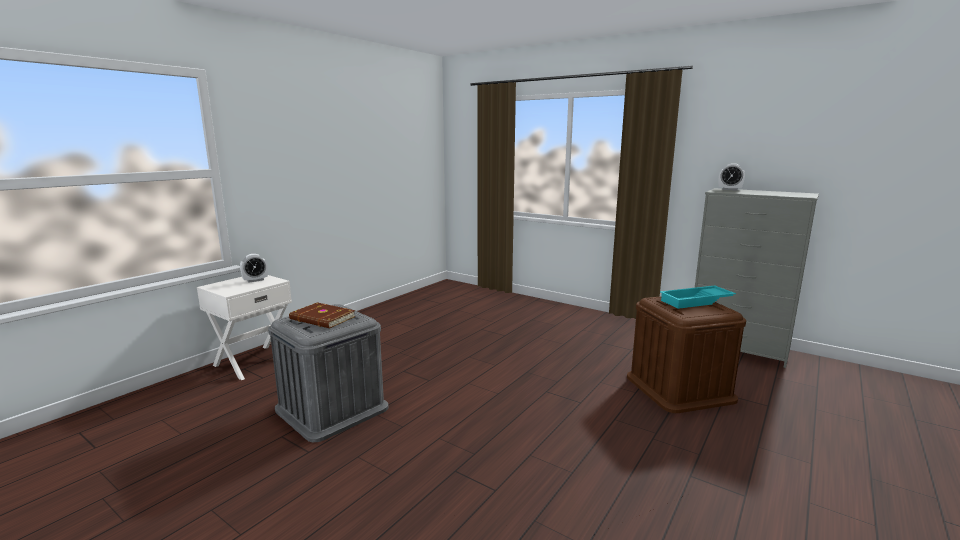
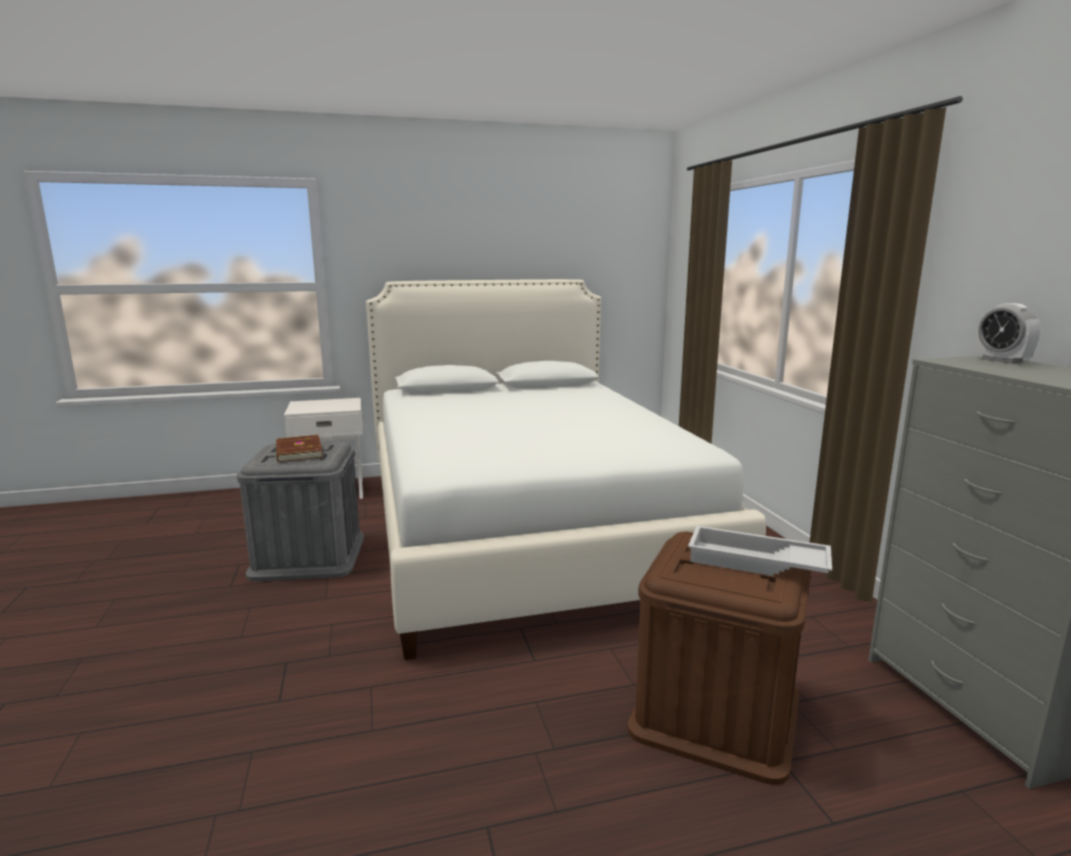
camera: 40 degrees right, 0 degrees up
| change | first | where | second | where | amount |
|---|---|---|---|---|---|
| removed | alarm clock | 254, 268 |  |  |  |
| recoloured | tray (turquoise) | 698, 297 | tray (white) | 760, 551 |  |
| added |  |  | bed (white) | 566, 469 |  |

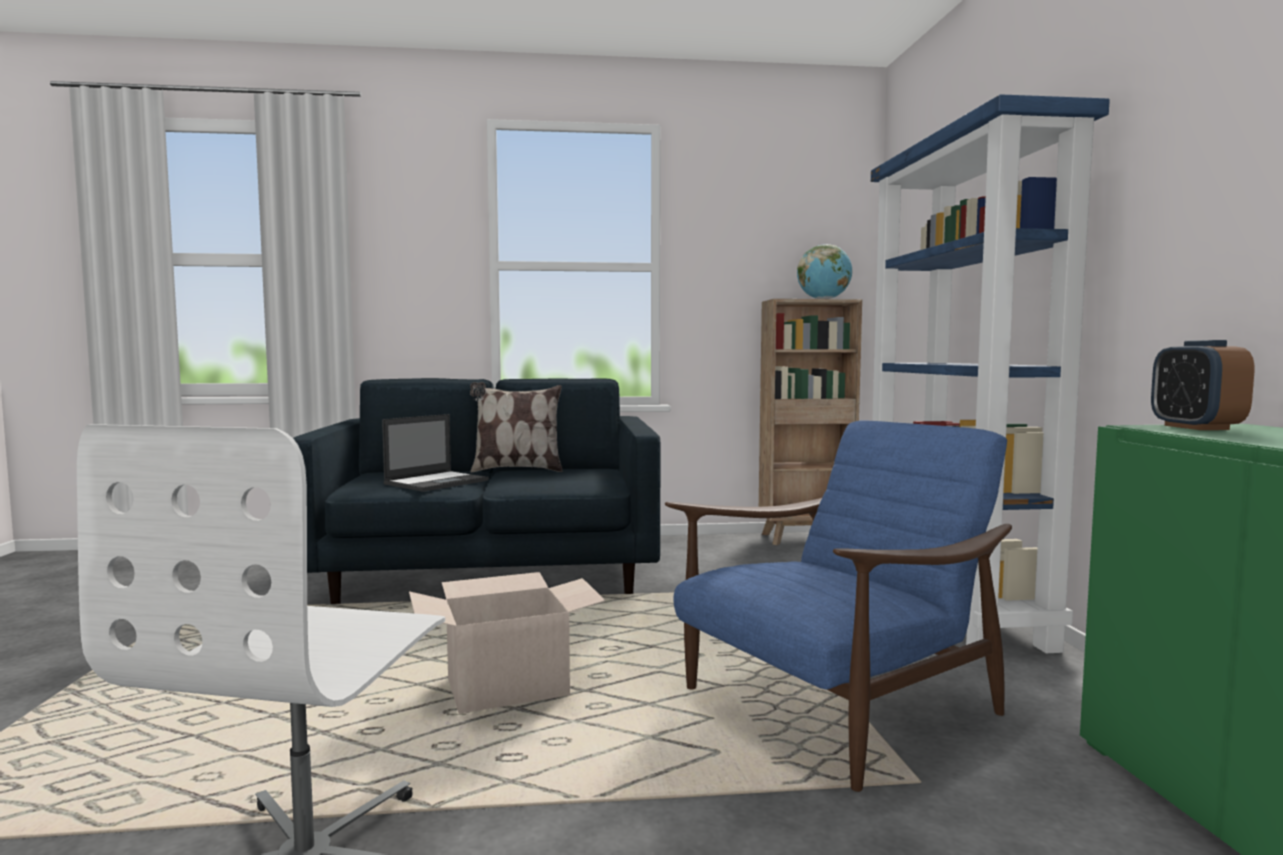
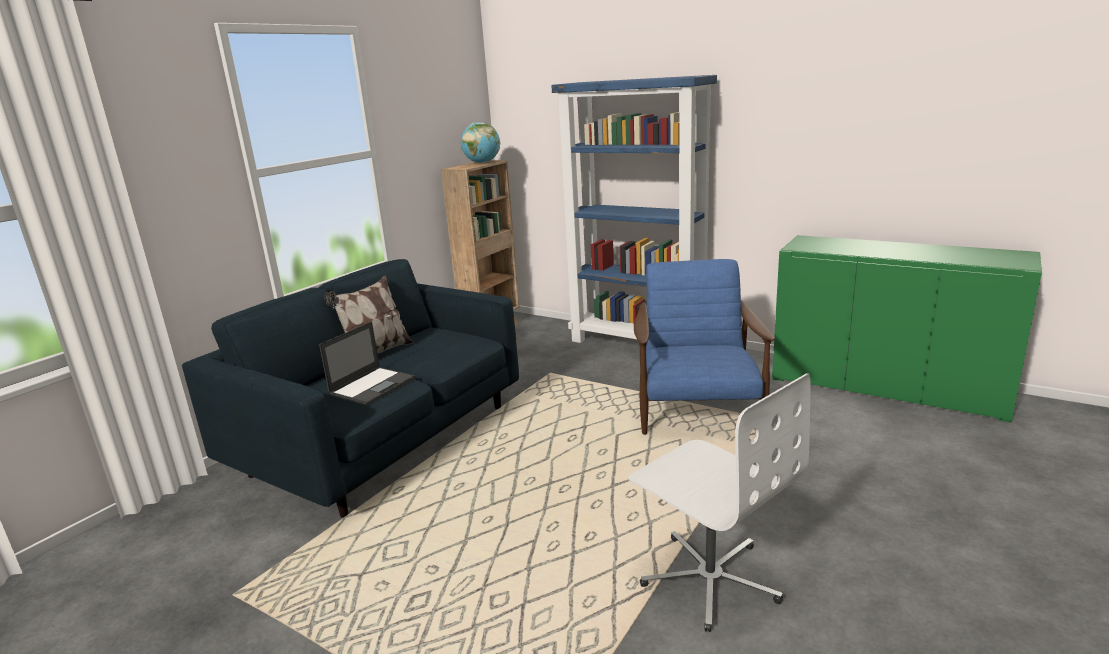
camera: 50 degrees left, 15 degrees up
| change | first | where | second | where | amount |
|---|---|---|---|---|---|
| removed | alarm clock | 1202, 385 |  |  |  |
| turned | laptop | 435, 453 |  | 367, 363 | 45 degrees clockwise |
| removed | cardboard box | 507, 643 |  |  |  |

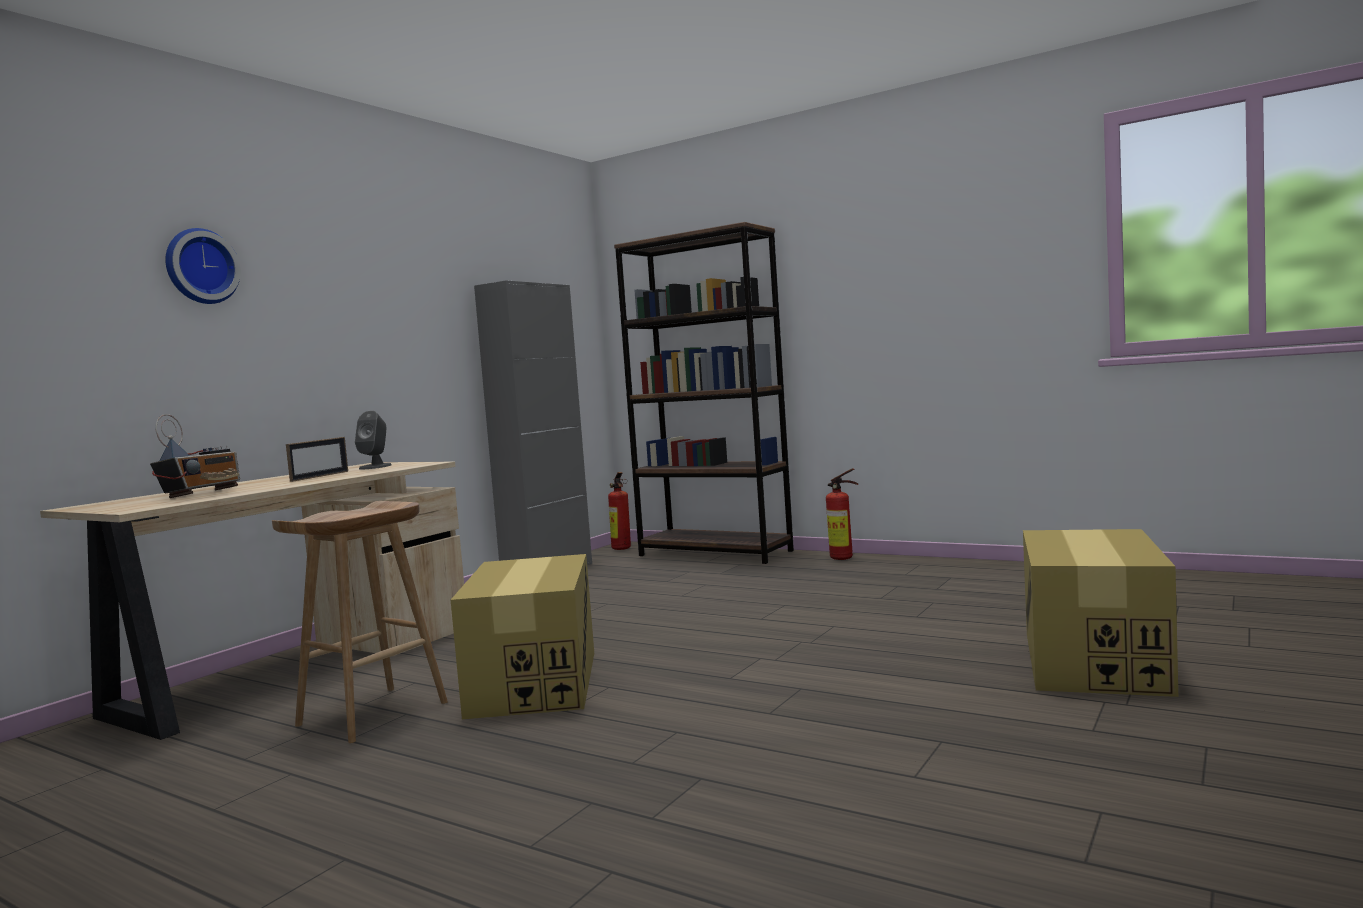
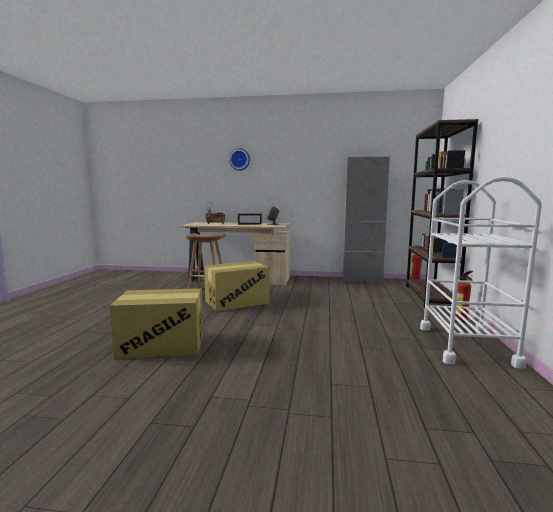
camera: 65 degrees right, 5 degrees up
| change | first | where | second | where | amount |
|---|---|---|---|---|---|
| moved | cardboard box | 1100, 613 |  | 156, 323 |  |
| added |  |  | cart (white) | 481, 272 |  |

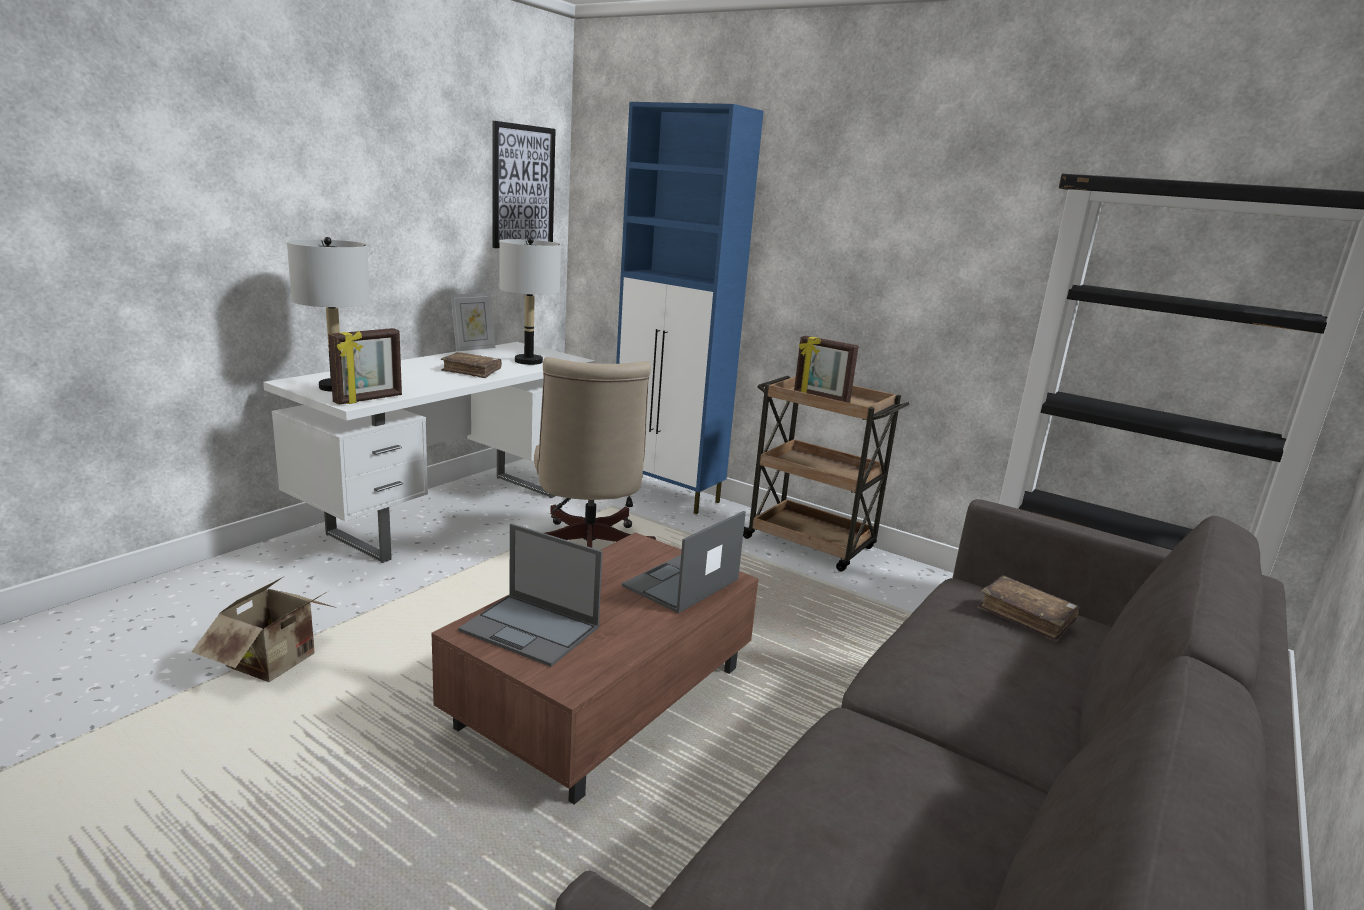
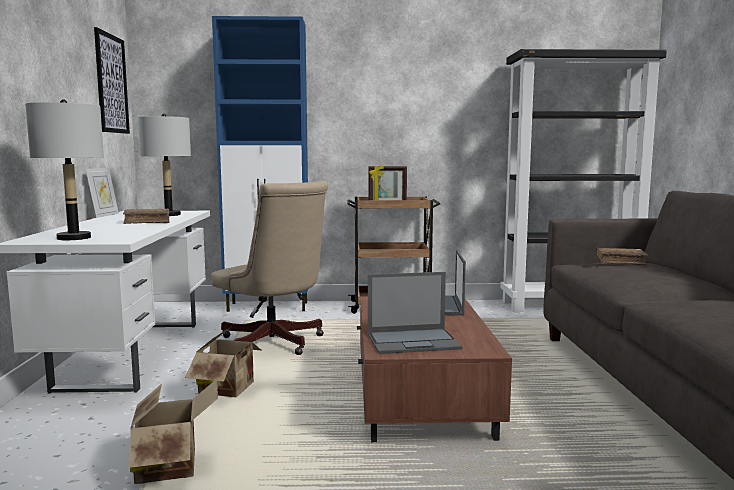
camera: 35 degrees left, 10 degrees down
| change | first | where | second | where | amount |
|---|---|---|---|---|---|
| removed | picture frame | 365, 366 |  |  |  |
| added |  |  | cardboard box | 225, 361 |  |

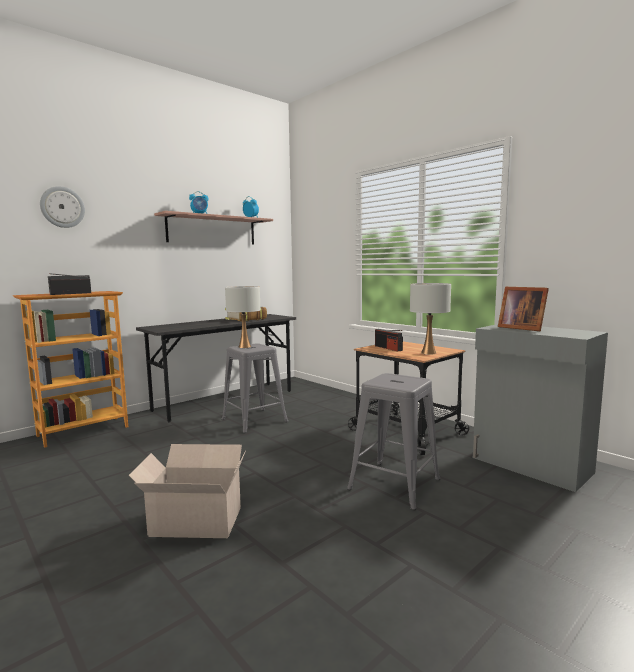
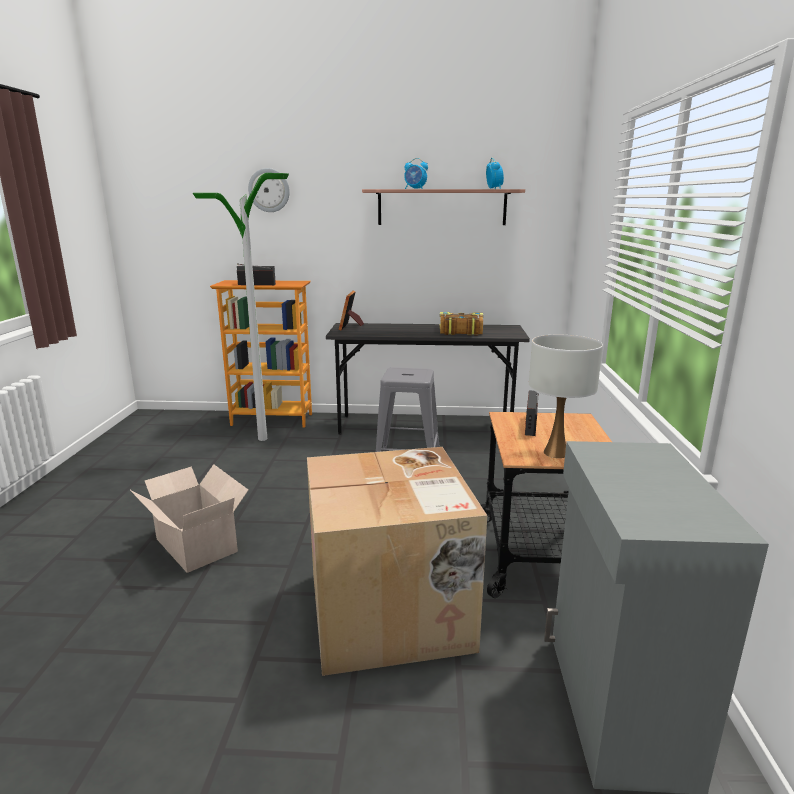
camera: 45 degrees right, 10 degrees up
| change | first | where | second | where | amount |
|---|---|---|---|---|---|
| removed | table lamp (white) | 242, 317 |  |  |  |
| moved | picture frame | 523, 309 |  | 351, 310 |  |
| replaced | stool (grey) | 393, 442 | cardboard box | 397, 561 |  |
| added |  |  | floor lamp | 241, 307 |  |

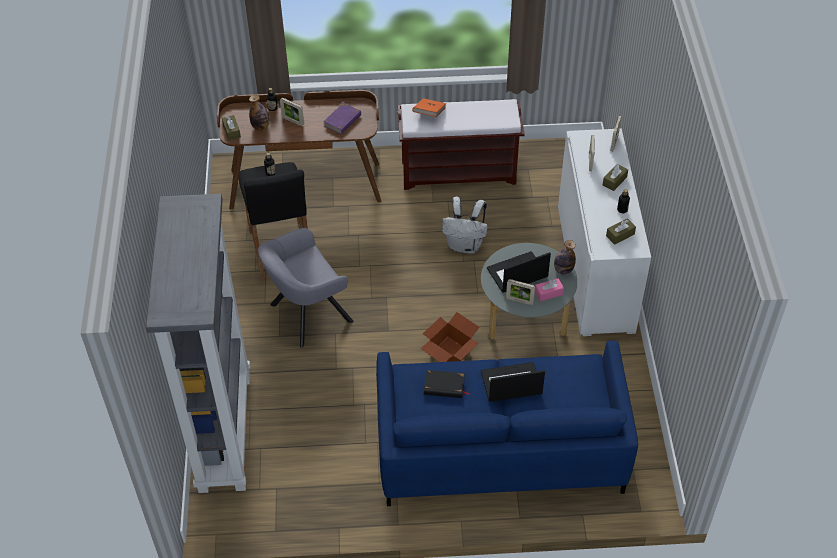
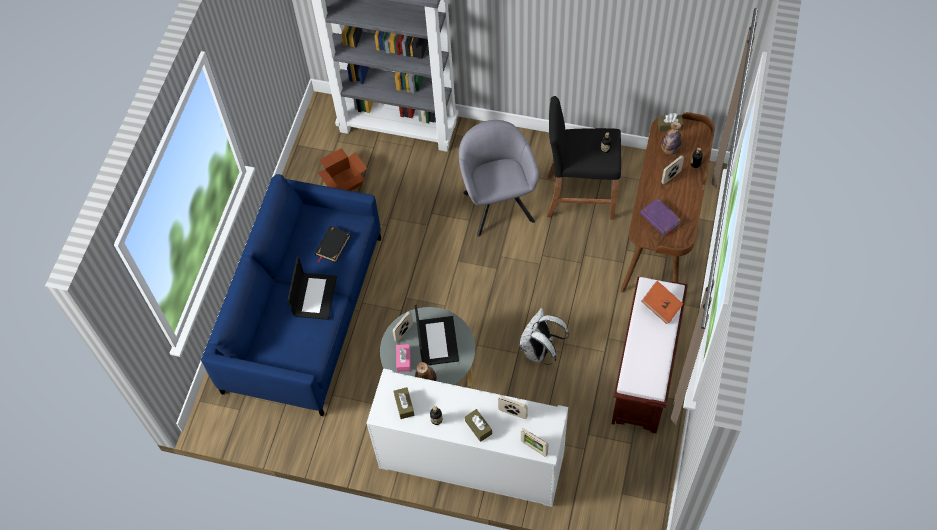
camera: 110 degrees right, 10 degrees up
| change | first | where | second | where | amount |
|---|---|---|---|---|---|
| moved | cardboard box | 450, 337 |  | 342, 169 |  |

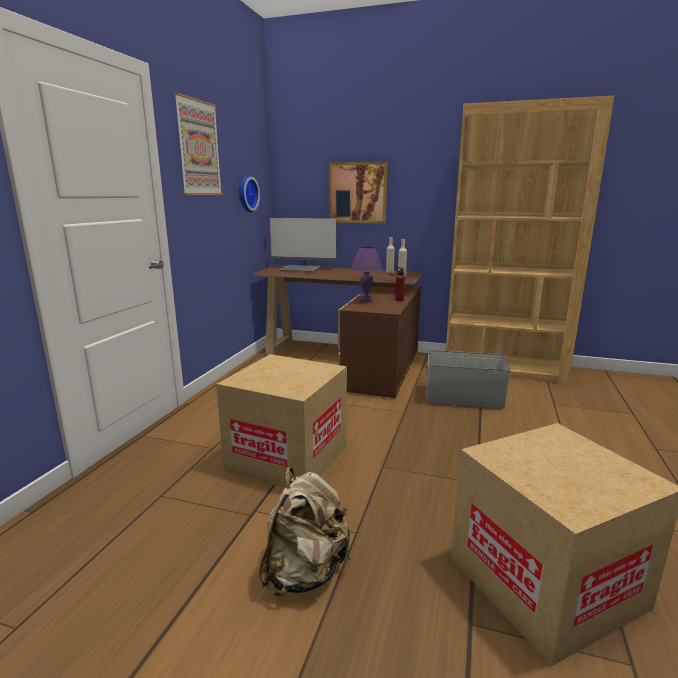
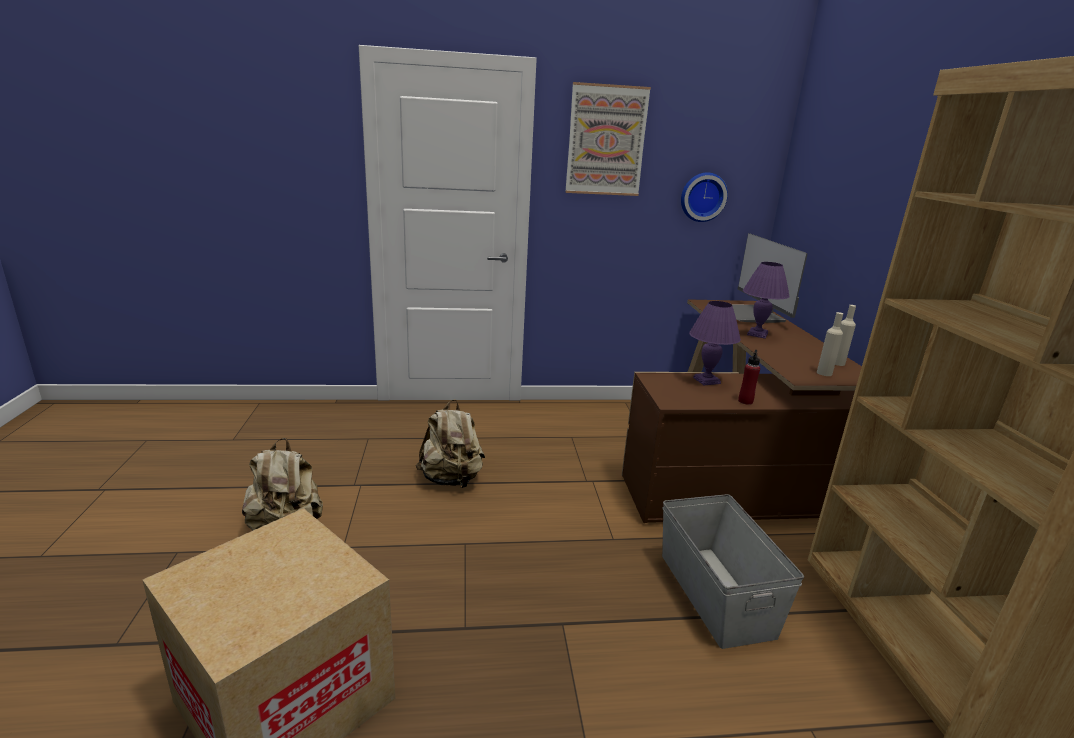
camera: 65 degrees right, 5 degrees up
| change | first | where | second | where | amount |
|---|---|---|---|---|---|
| removed | picture | 359, 192 |  |  |  |
| replaced | cardboard box | 281, 421 | backpack (beige) | 450, 443 |  |
| added |  |  | table lamp (purple) | 766, 300 |  |

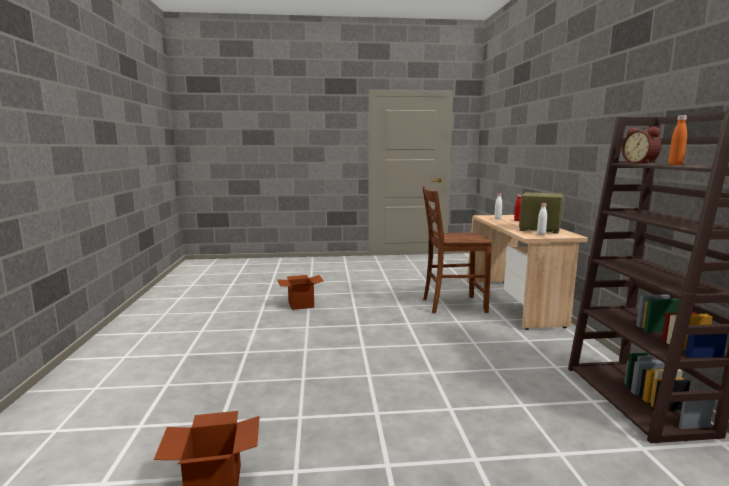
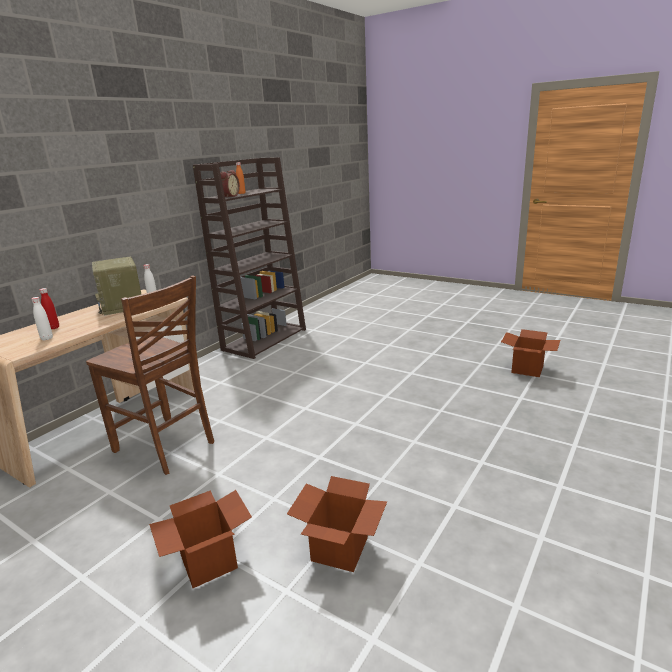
camera: 140 degrees left, 10 degrees up
| change | first | where | second | where | amount |
|---|---|---|---|---|---|
| added |  |  | cardboard box | 200, 539 |  |

